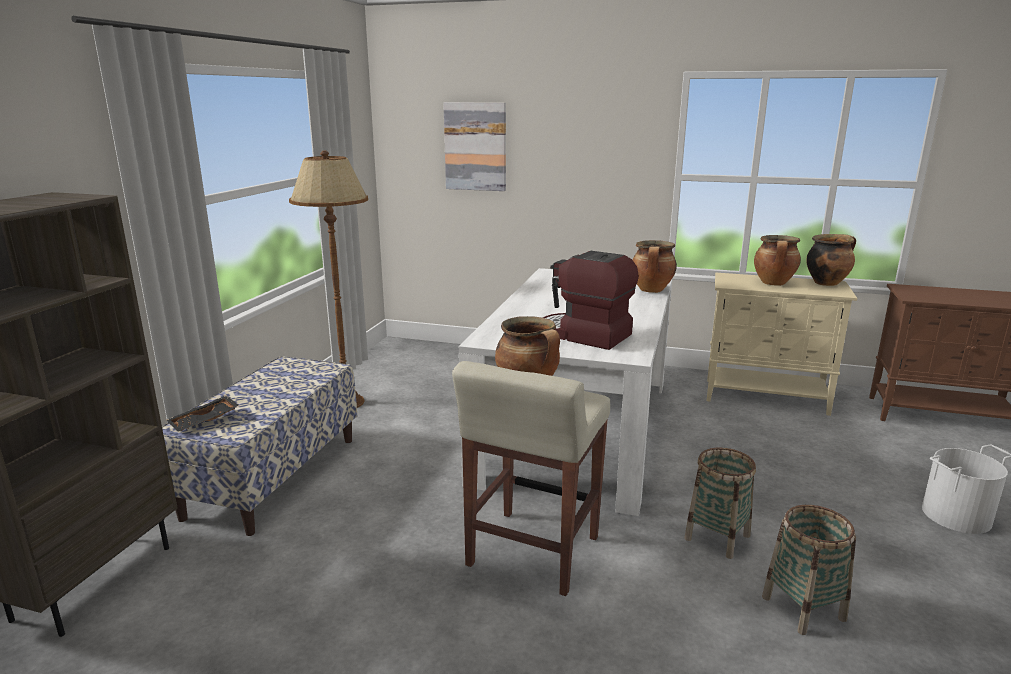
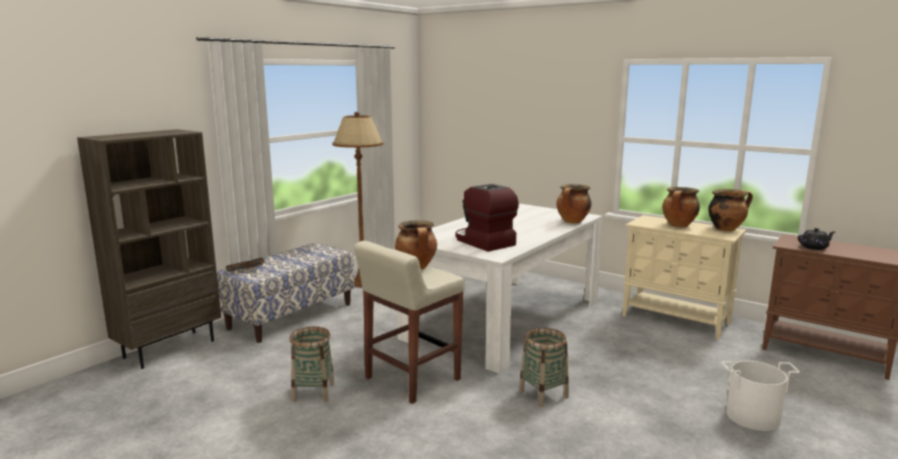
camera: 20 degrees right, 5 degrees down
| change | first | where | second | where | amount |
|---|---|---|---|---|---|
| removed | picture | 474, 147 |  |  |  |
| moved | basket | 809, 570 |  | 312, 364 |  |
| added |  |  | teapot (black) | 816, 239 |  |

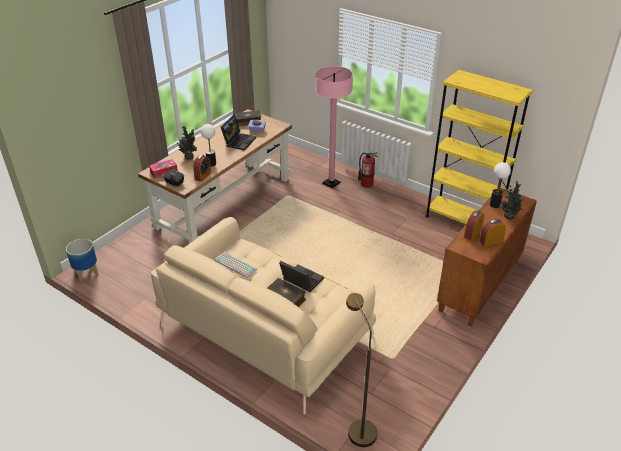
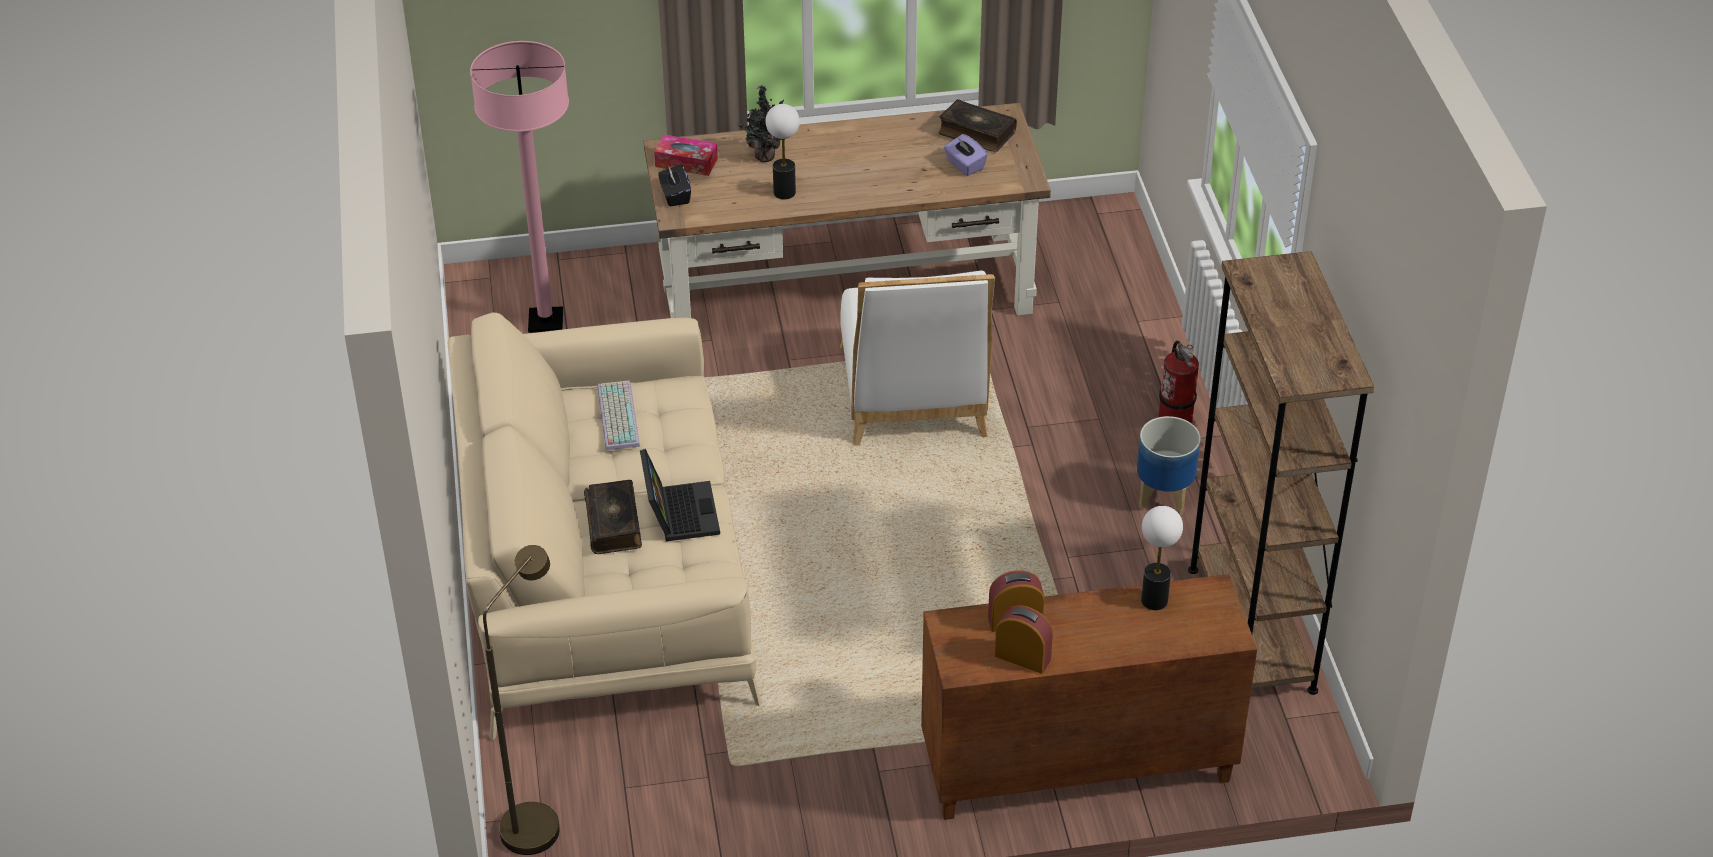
camera: 45 degrees right, 5 degrees up
| change | first | where | second | where | amount |
|---|---|---|---|---|---|
| moved | floor lamp (pink) | 334, 127 |  | 519, 187 |  |
| recoloured | bookcase (yellow) | 479, 147 | bookcase (brown) | 1281, 473 |  |
| removed | laptop | 238, 133 |  |  |  |
| removed | alarm clock | 202, 168 |  |  |  |
| removed | potted plant | 512, 200 |  |  |  |
| moved | planter | 82, 260 |  | 1168, 465 |  |
| added |  |  | chair (white) | 917, 358 |  |

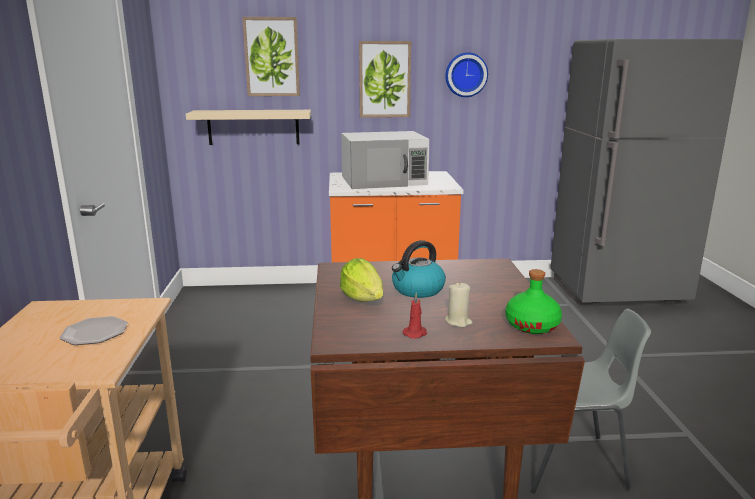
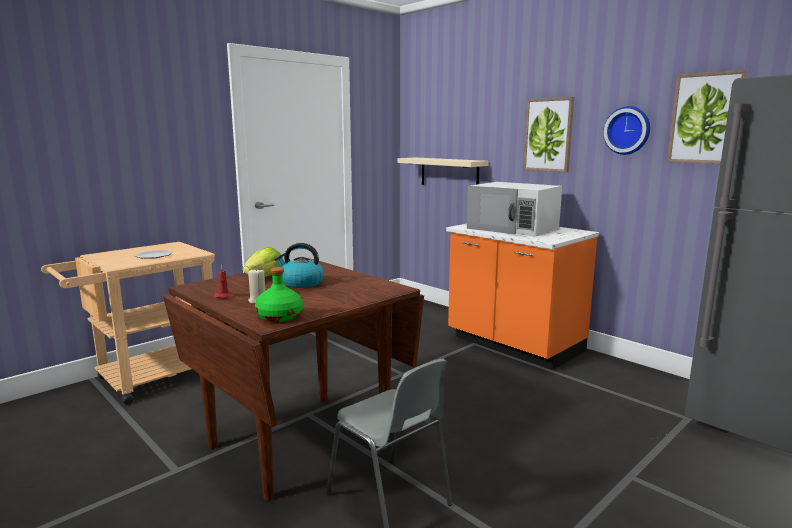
camera: 50 degrees right, 5 degrees down
| change | first | where | second | where | amount |
|---|---|---|---|---|---|
| moved | picture | 271, 56 |  | 707, 117 |  |

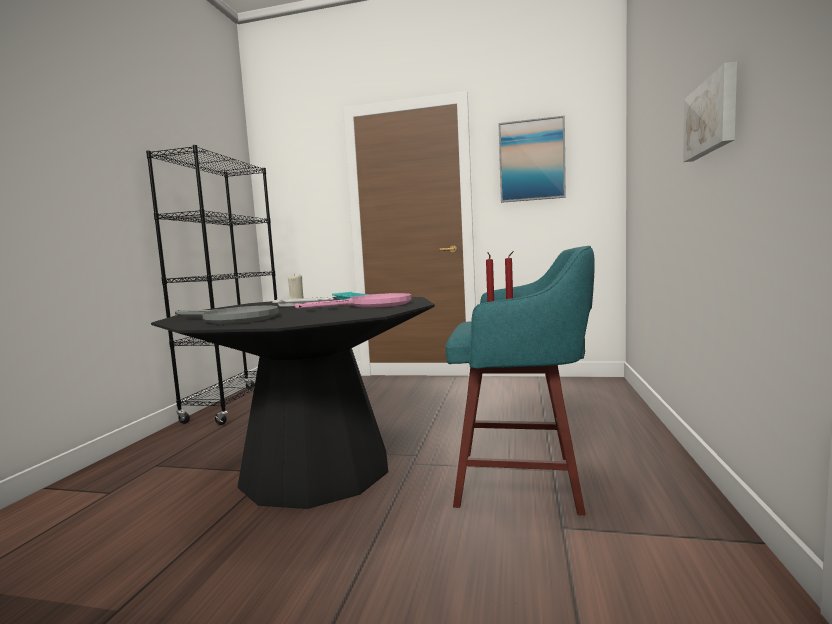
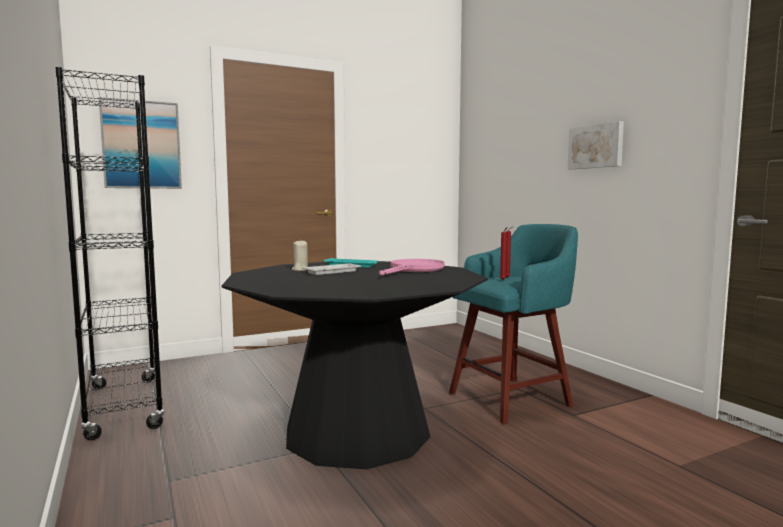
camera: 40 degrees left, 0 degrees up
| change | first | where | second | where | amount |
|---|---|---|---|---|---|
| moved | picture | 532, 159 |  | 140, 143 |  |
| removed | frying pan (grey) | 227, 315 |  |  |  |

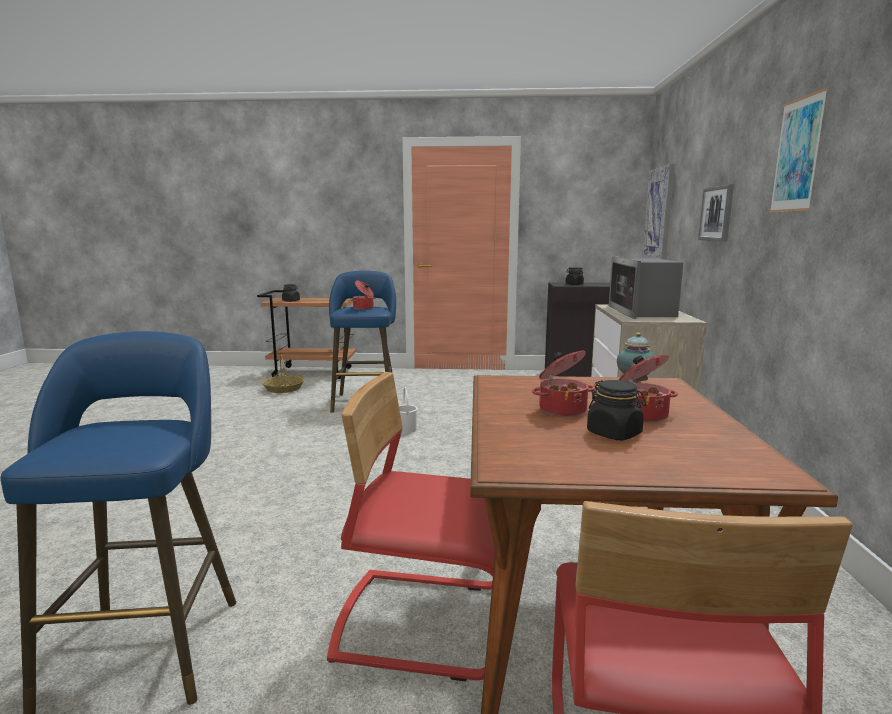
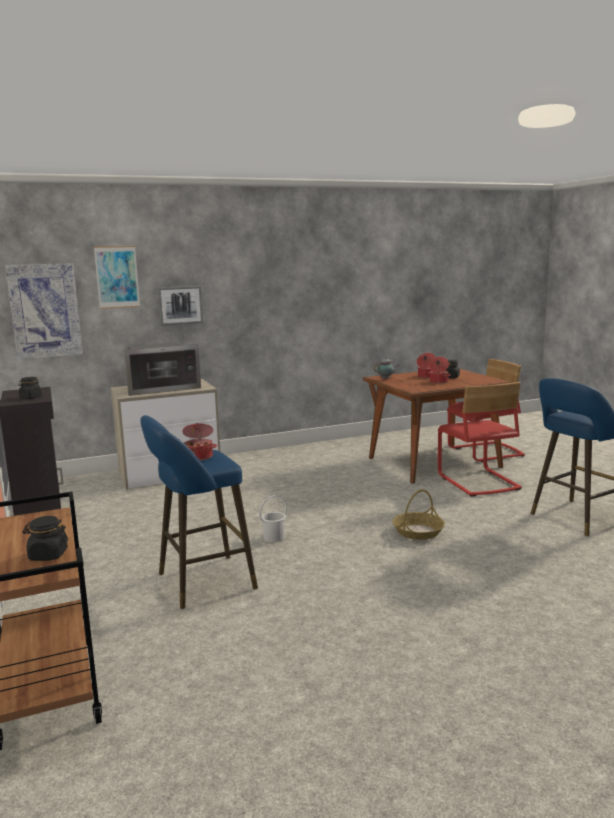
camera: 115 degrees left, 0 degrees up
| change | first | where | second | where | amount |
|---|---|---|---|---|---|
| moved | picture | 799, 150 |  | 117, 277 |  |
| moved | basket | 283, 374 |  | 418, 514 |  |

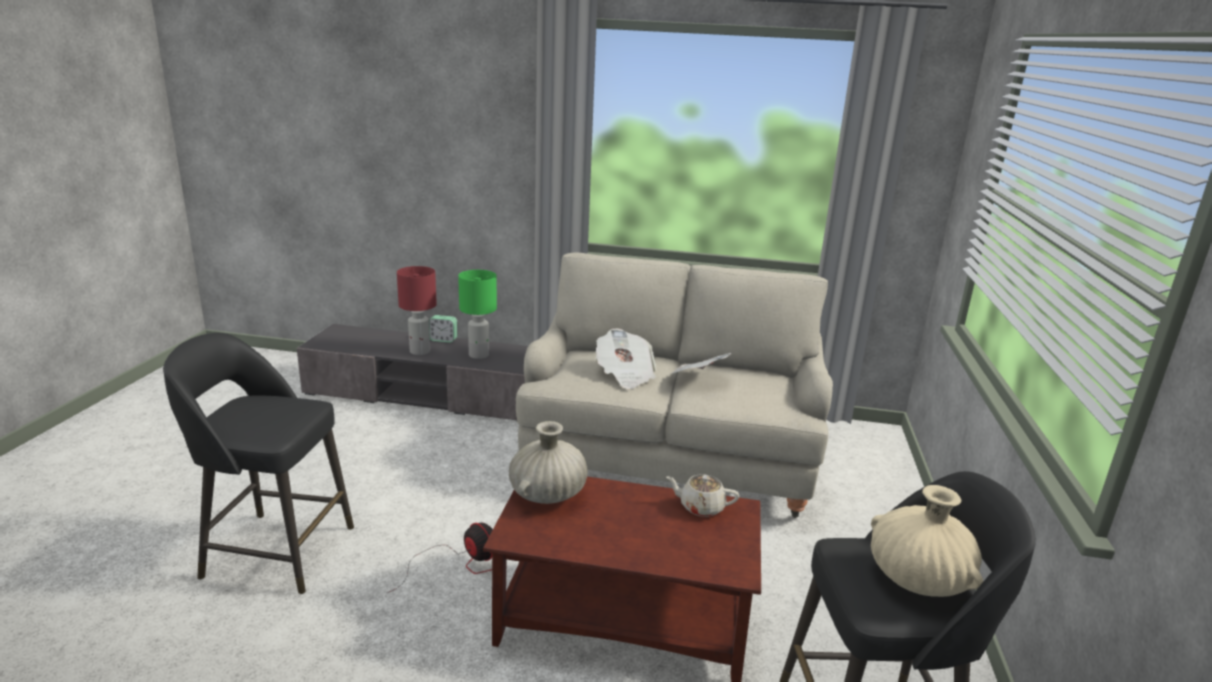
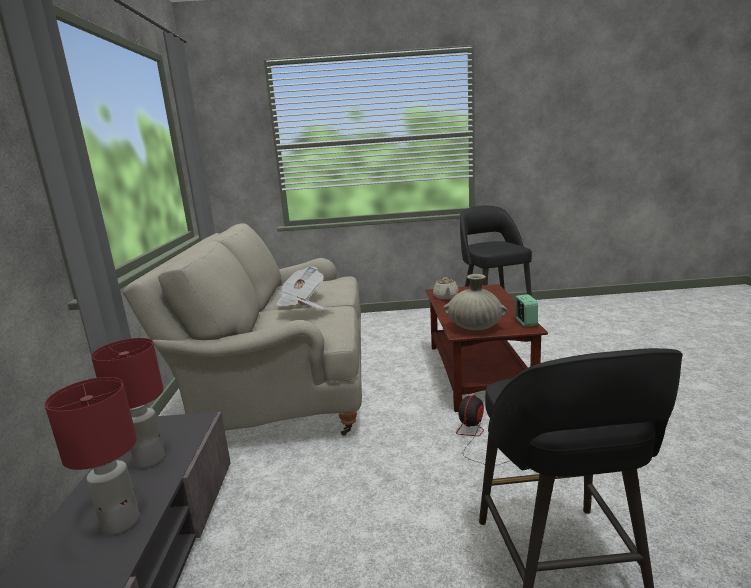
camera: 100 degrees left, 5 degrees down
| change | first | where | second | where | amount |
|---|---|---|---|---|---|
| recoloured | table lamp (green) | 477, 314 | table lamp (red) | 128, 403 |  |
| moved | alarm clock | 443, 329 |  | 526, 310 |  |
| removed | vase (beige) | 927, 541 |  |  |  |

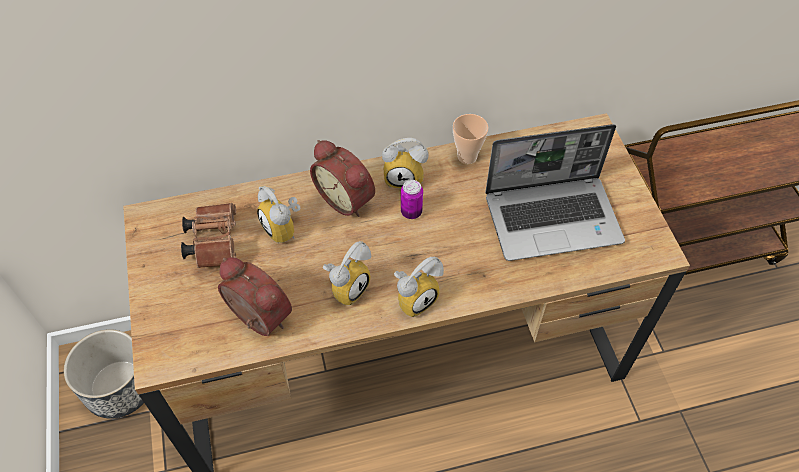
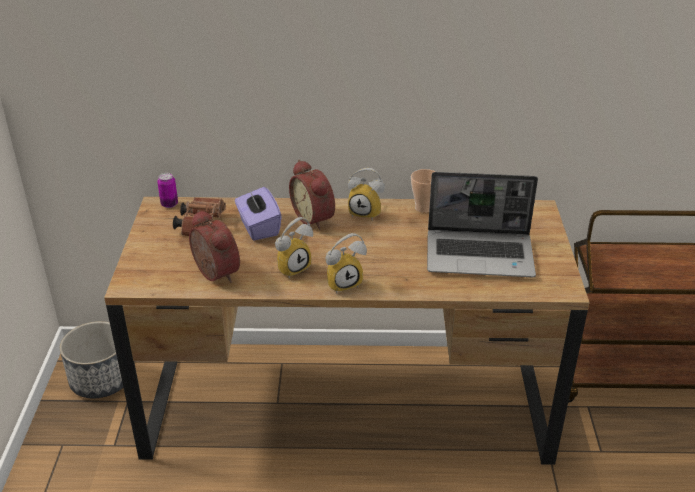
camera: 15 degrees right, 20 degrees down
| change | first | where | second | where | amount |
|---|---|---|---|---|---|
| moved | can | 412, 199 |  | 167, 190 |  |
| replaced | alarm clock | 279, 214 | tissue box (purple) | 258, 213 |  |

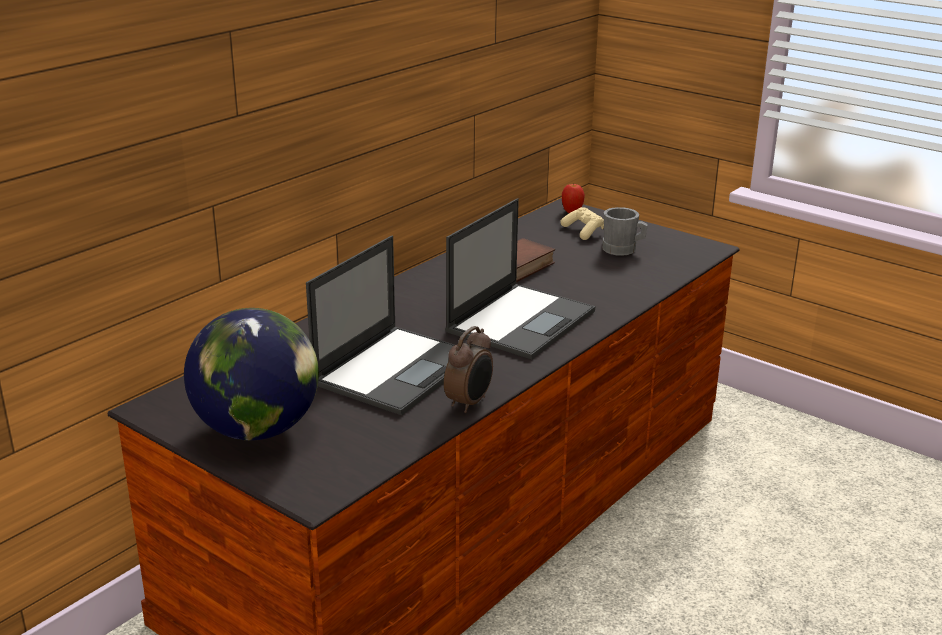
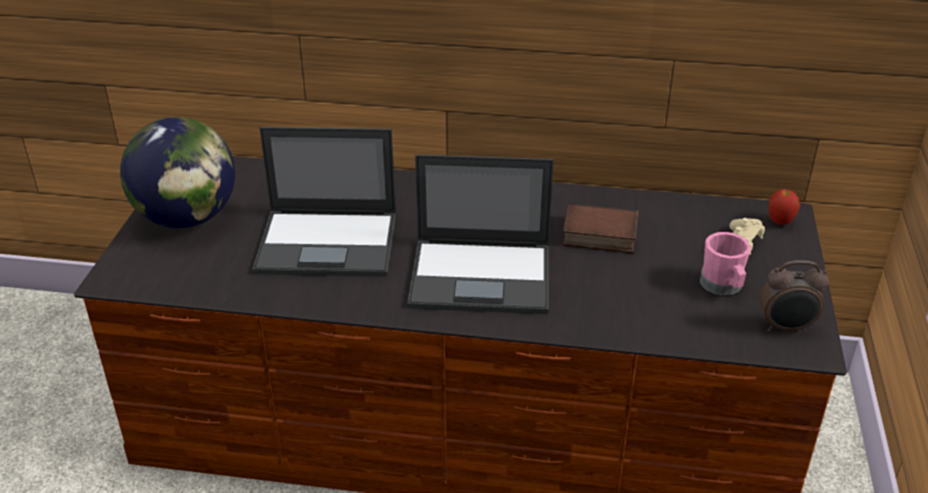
camera: 60 degrees right, 10 degrees up
| change | first | where | second | where | amount |
|---|---|---|---|---|---|
| recoloured | mug (grey) | 625, 231 | mug (pink) | 725, 263 |  |
| moved | alarm clock | 468, 369 |  | 794, 296 |  |

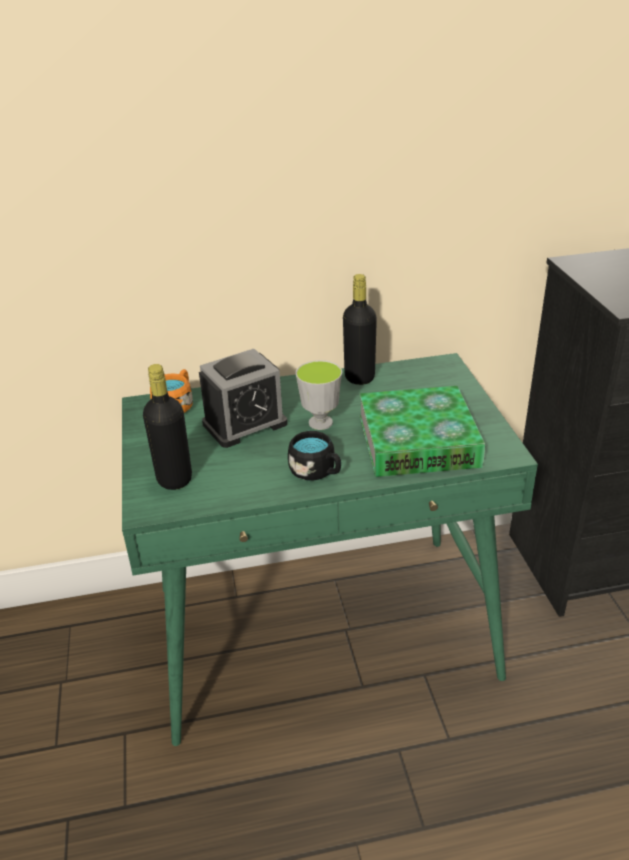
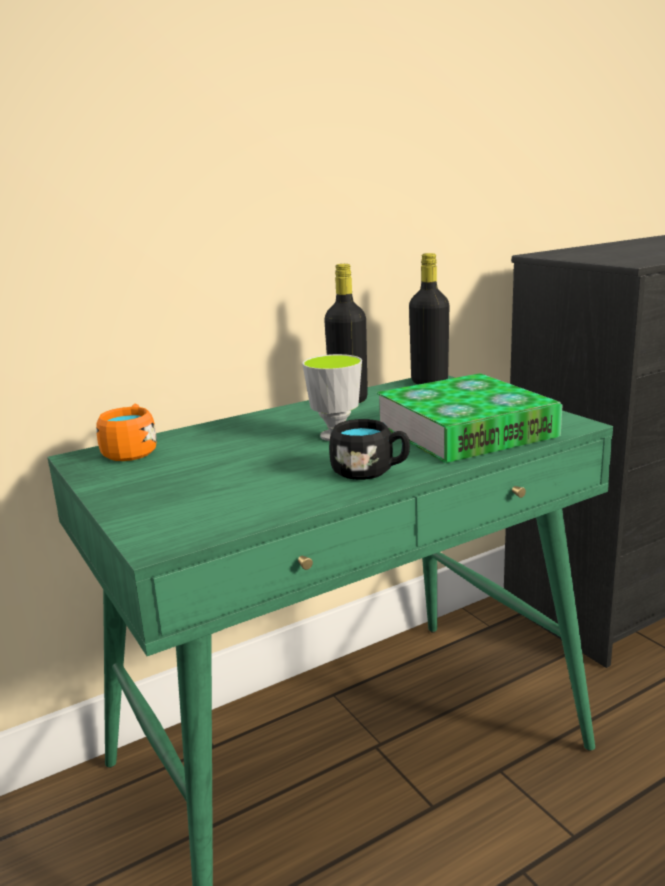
camera: 20 degrees left, 15 degrees down
| change | first | where | second | where | amount |
|---|---|---|---|---|---|
| removed | alarm clock | 243, 398 |  |  |  |
| moved | bottle (black) | 167, 427 |  | 429, 319 |  |

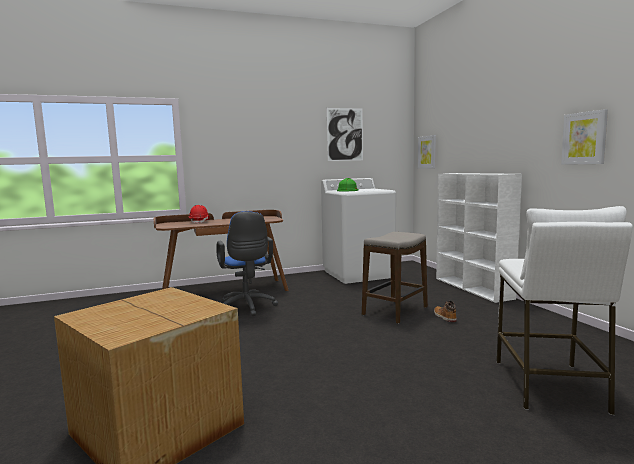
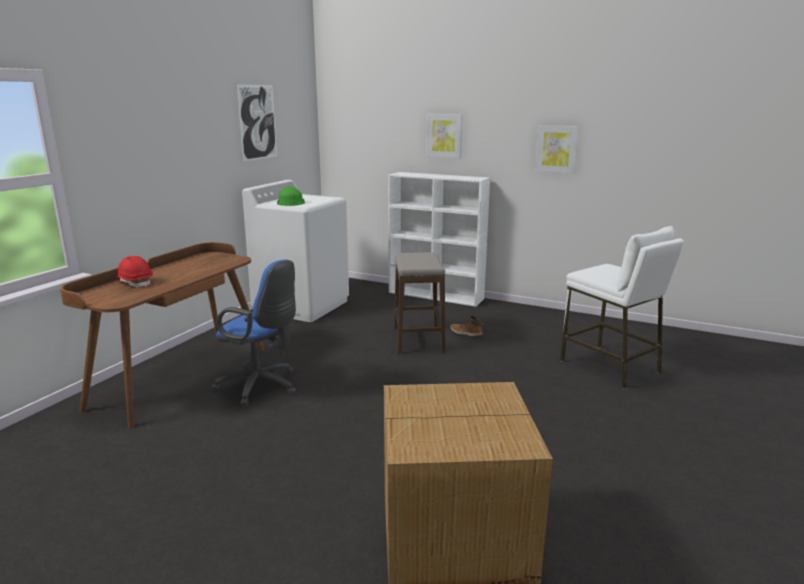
camera: 45 degrees left, 10 degrees up
| change | first | where | second | where | amount |
|---|---|---|---|---|---|
| moved | picture | 427, 152 |  | 444, 136 |  |

